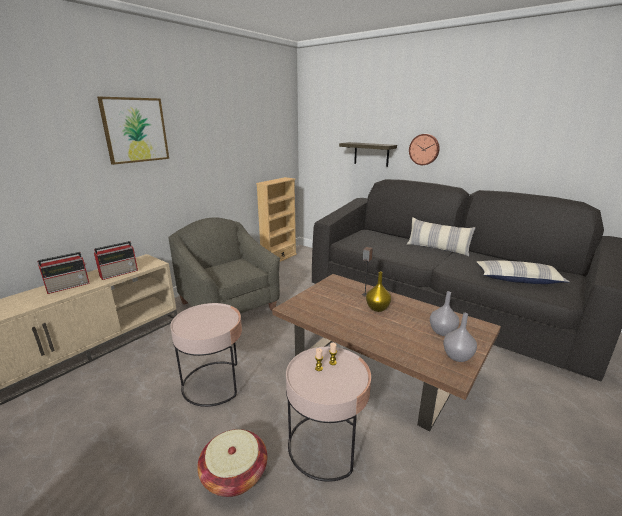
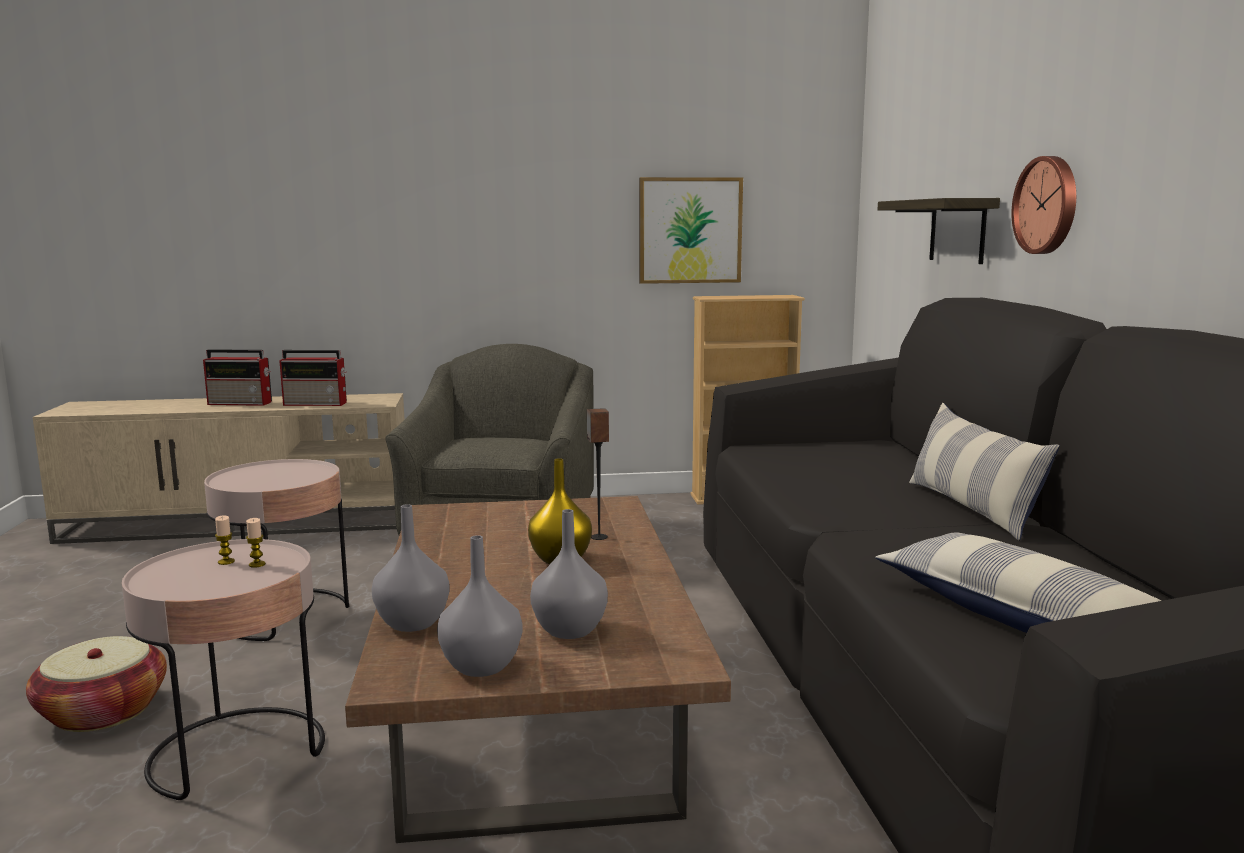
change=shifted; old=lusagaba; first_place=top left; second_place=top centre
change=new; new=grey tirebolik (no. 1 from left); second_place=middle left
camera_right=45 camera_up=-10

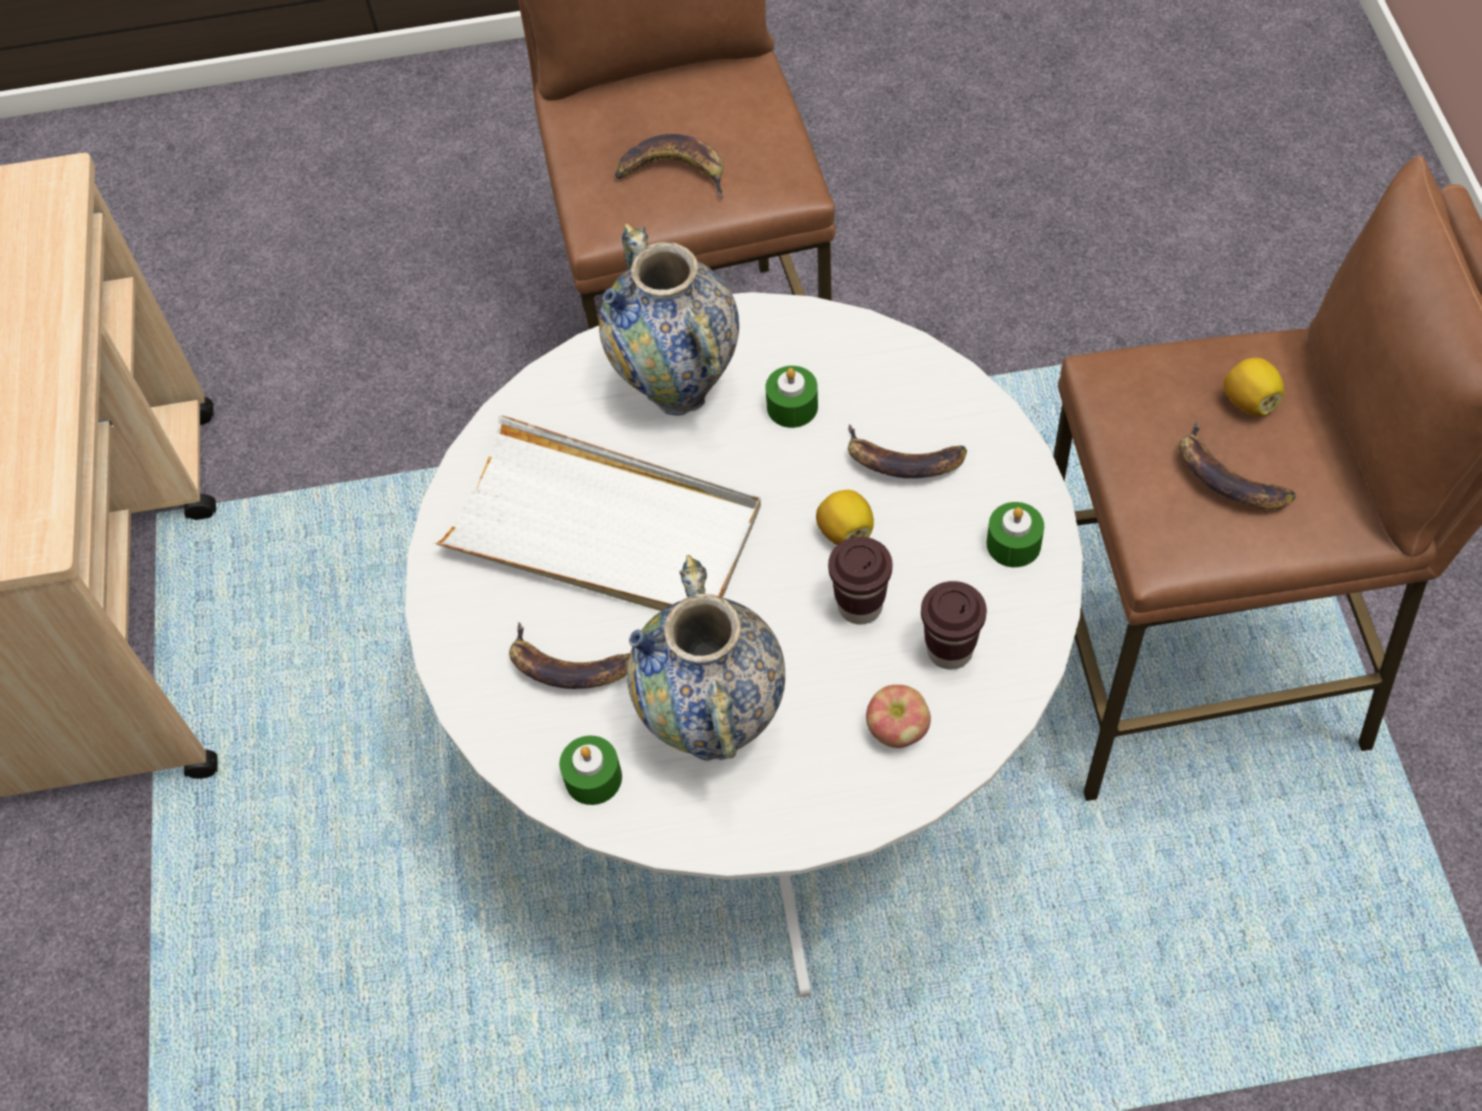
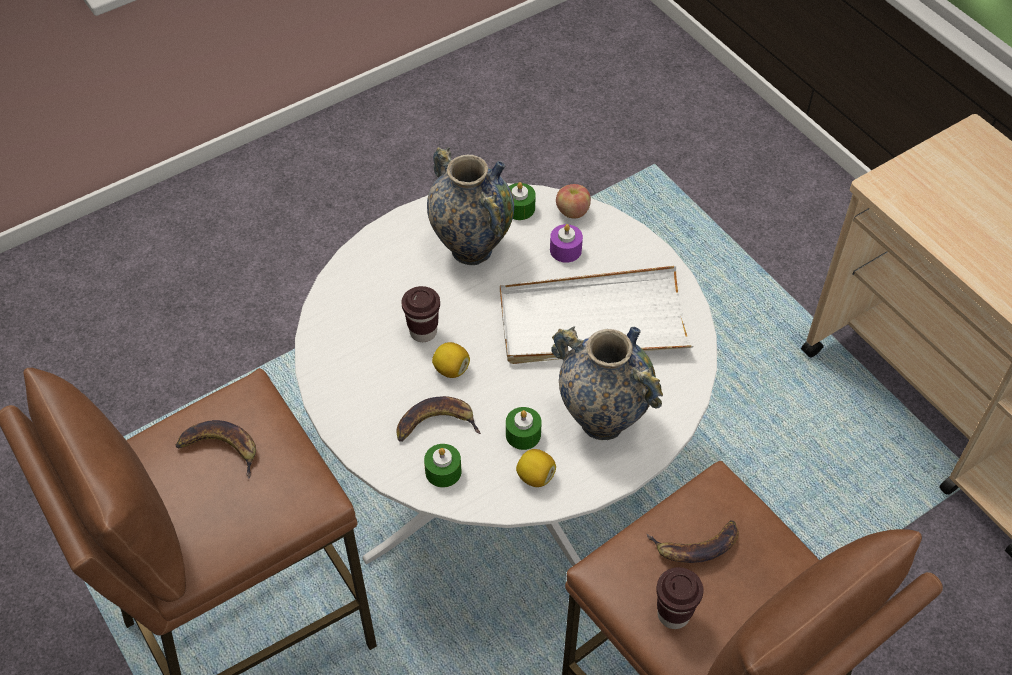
change=swapped; old=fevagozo (no. 1 from left); new=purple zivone; first_place=centre; second_place=centre
change=shifted; old=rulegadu; first_place=centre; second_place=top centre
change=shifted; old=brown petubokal (no. 2 from left); first_place=centre; second_place=bottom right
change=shifted; old=green zivone (no. 3 from left in the first image); new=green zivone (no. 1 from left); first_place=middle right; second_place=bottom centre
change=shifted; old=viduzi (no. 2 from left); first_place=middle right; second_place=bottom centre
camera_right=150 camera_up=-5

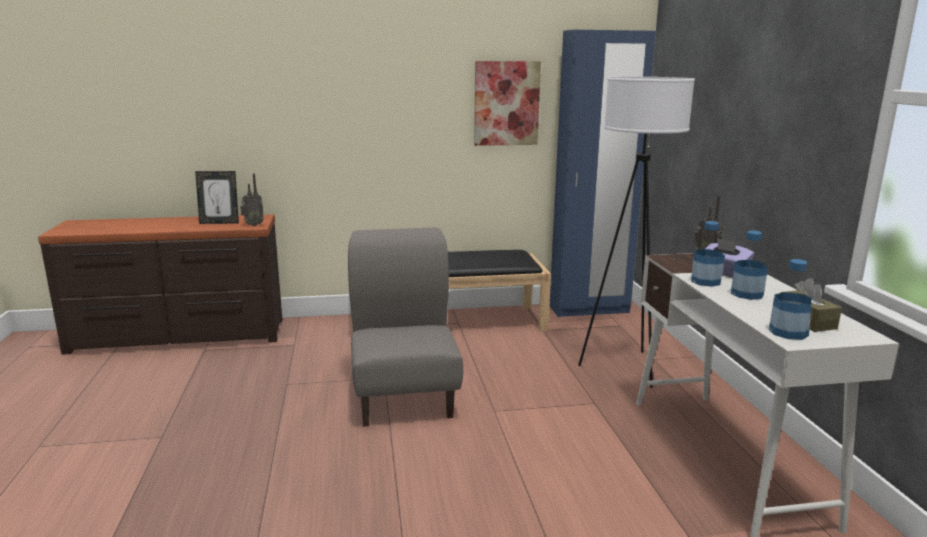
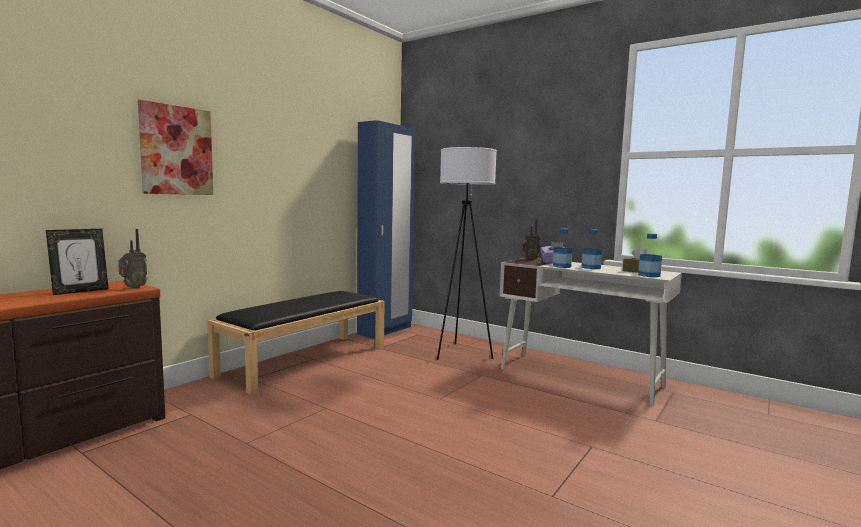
change=gone; old=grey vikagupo; first_place=centre
change=shifted; old=lusagaba; first_place=top centre; second_place=top left
camera_right=-45 camera_up=-10

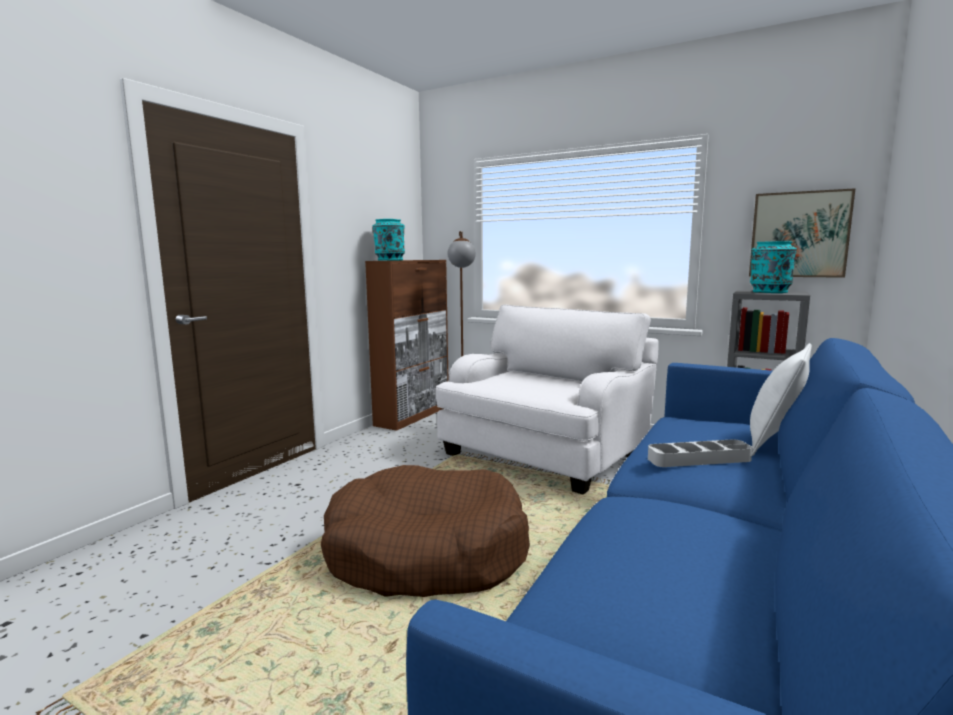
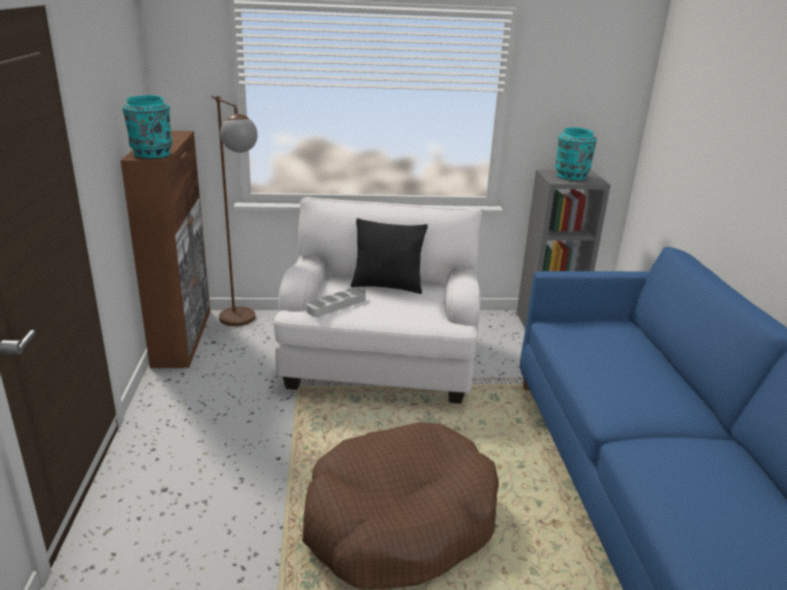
change=shifted; old=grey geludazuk; first_place=middle right; second_place=centre
change=gone; old=lusagaba; first_place=top right
change=gone; old=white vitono; first_place=middle right
change=new; new=black vitono; second_place=centre
camera_right=-35 camera_up=15

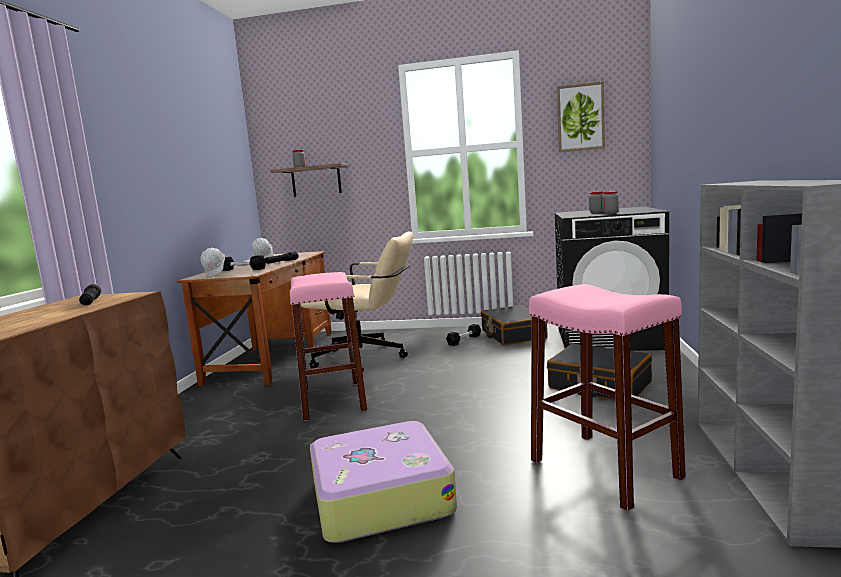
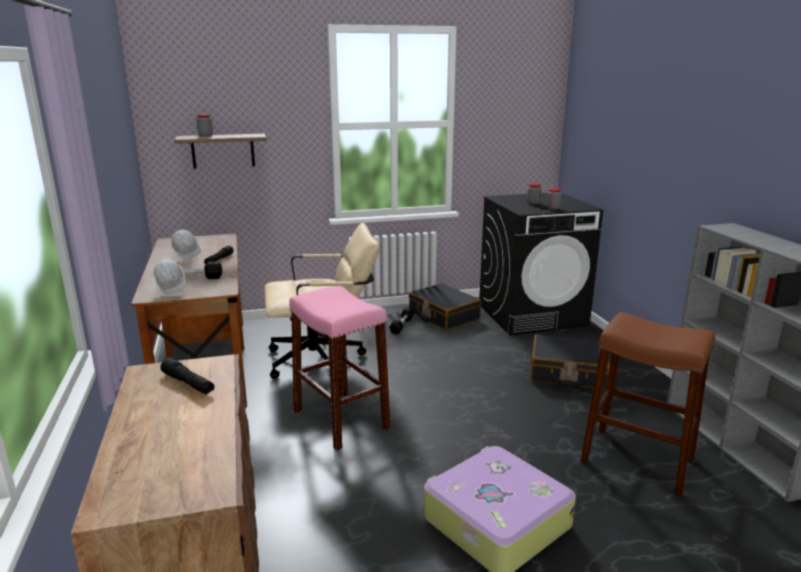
change=repainted; old=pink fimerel (no. 2 from left); new=brown fimerel; first_place=bottom right; second_place=bottom right
change=gone; old=lusagaba; first_place=top right
camera_right=-25 camera_up=10

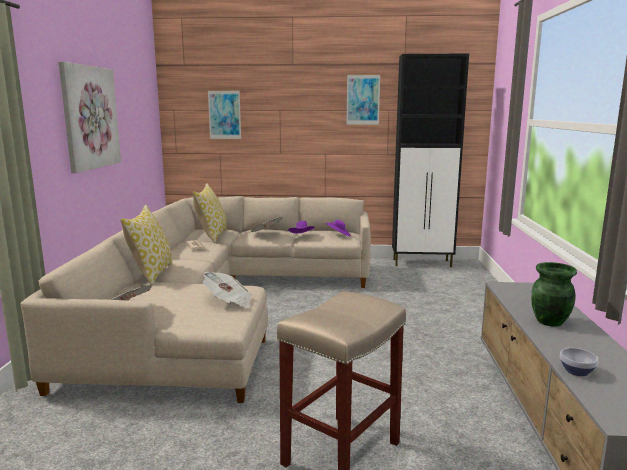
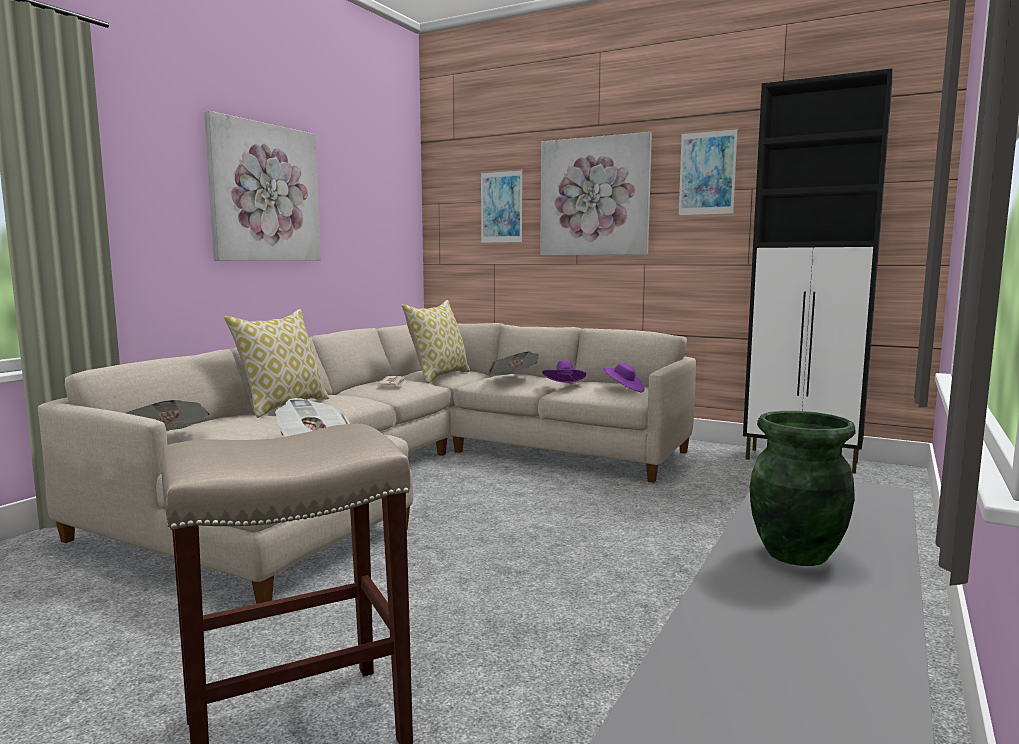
change=gone; old=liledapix; first_place=bottom right
change=new; new=lusagaba (no. 3 from left); second_place=top centre
camera_right=25 camera_up=-5

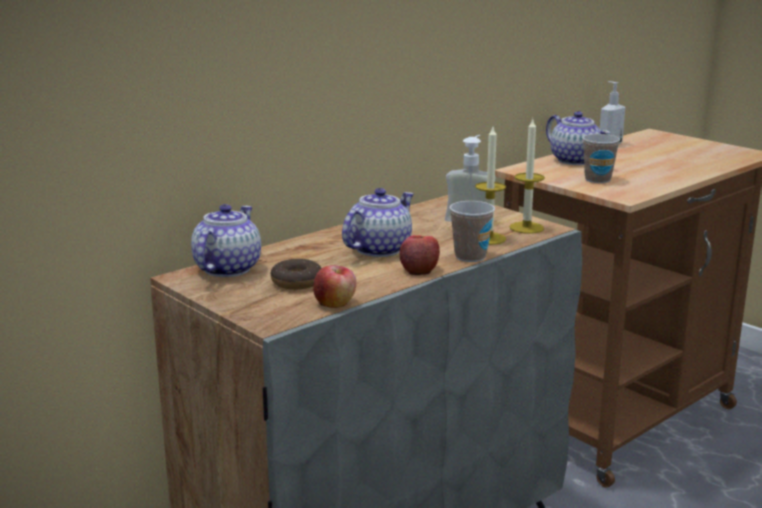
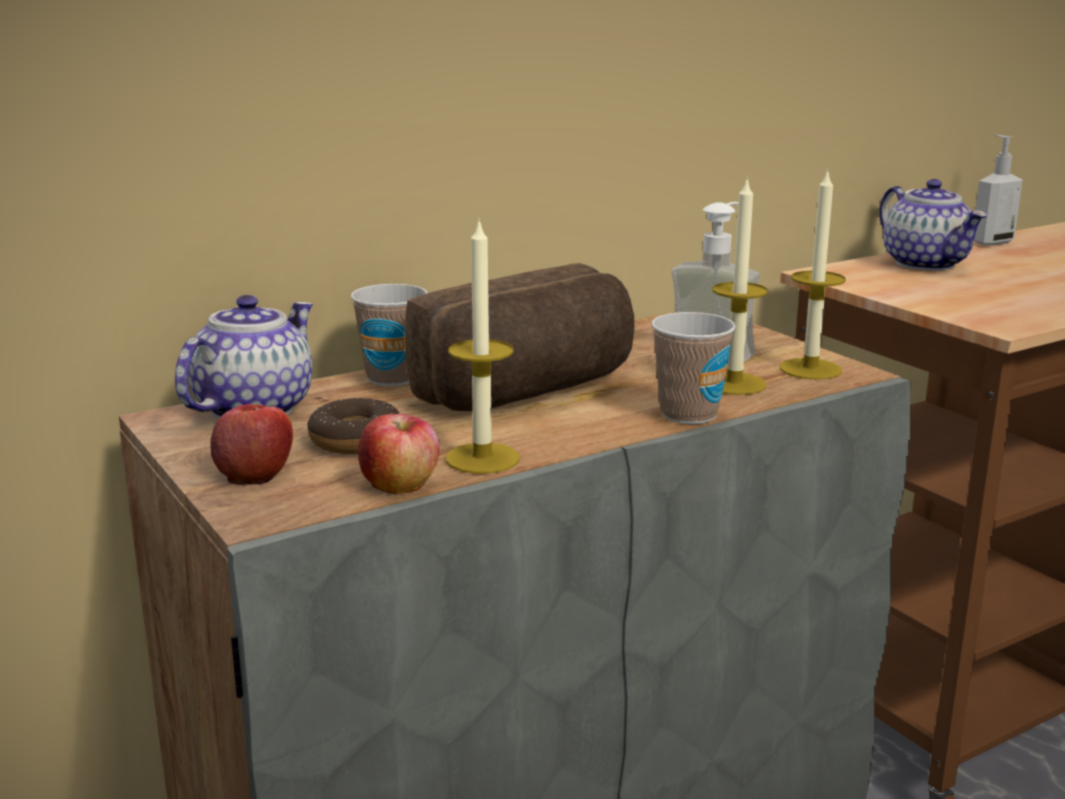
change=swapped; old=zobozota (no. 2 from left); new=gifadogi; first_place=centre; second_place=centre
change=shifted; old=rulegadu (no. 2 from left in the first image); new=rulegadu (no. 1 from left); first_place=centre; second_place=middle left
change=shifted; old=petubokal (no. 2 from left in the first image); new=petubokal (no. 1 from left); first_place=top right; second_place=centre
change=new; new=zivone (no. 1 from left); second_place=centre
camera_right=10 camera_up=0

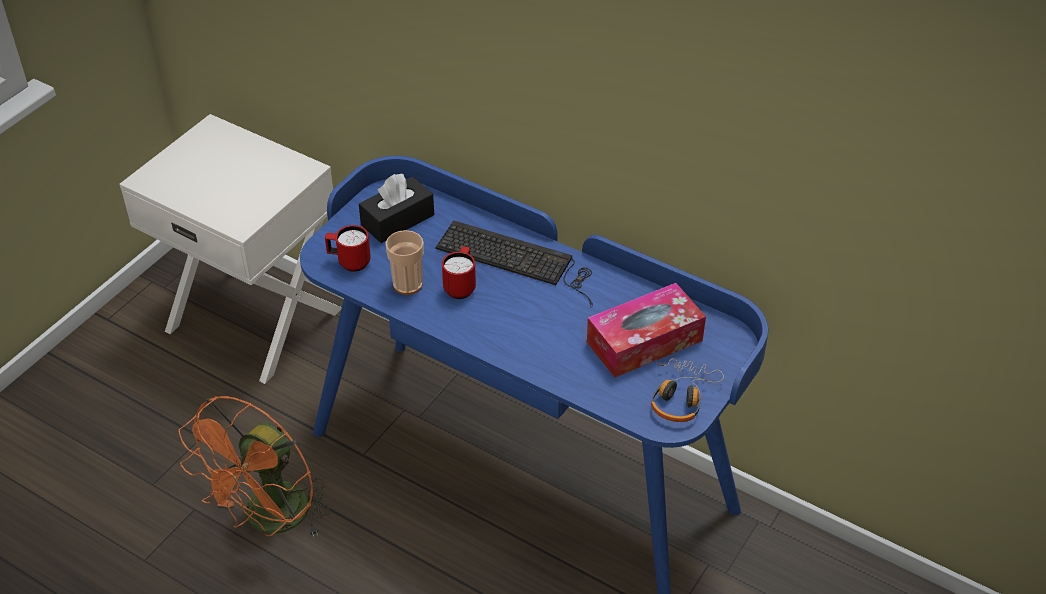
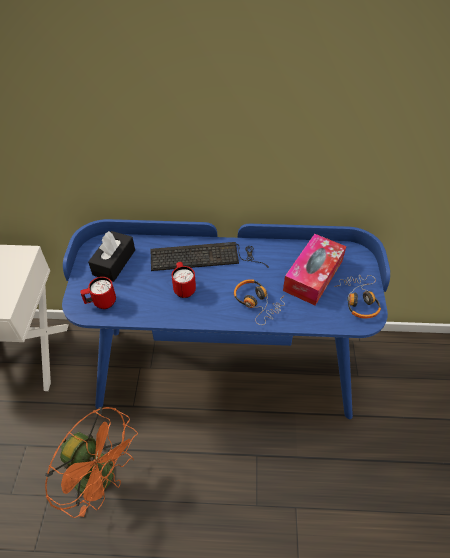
change=rotated; old=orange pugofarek; first_place=bottom left; second_place=bottom left; degrees=-60
change=gone; old=petubokal; first_place=centre
change=new; new=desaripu (no. 1 from left); second_place=centre
camera_right=-30 camera_up=5

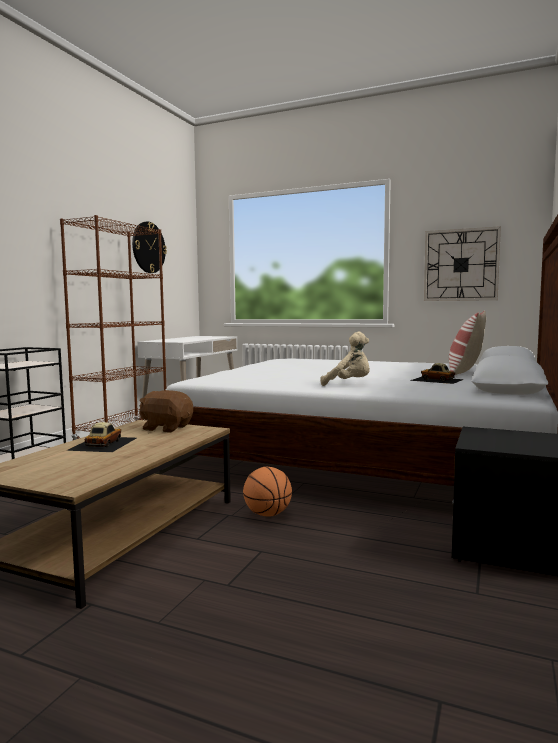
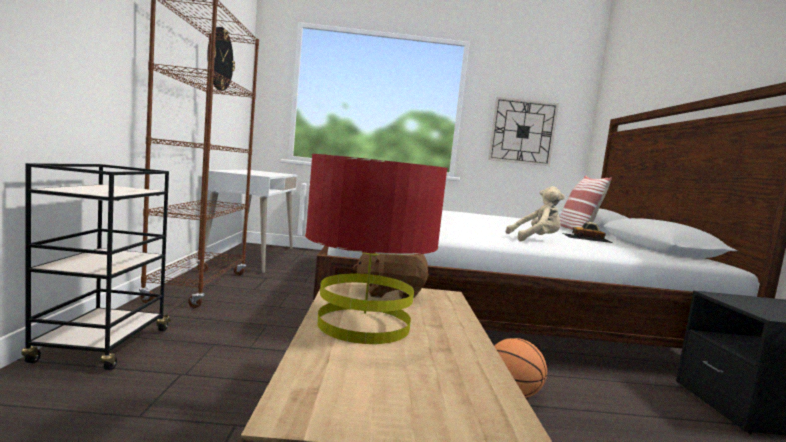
change=swapped; old=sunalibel (no. 1 from left); new=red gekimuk; first_place=middle left; second_place=centre
camera_right=-25 camera_up=0

